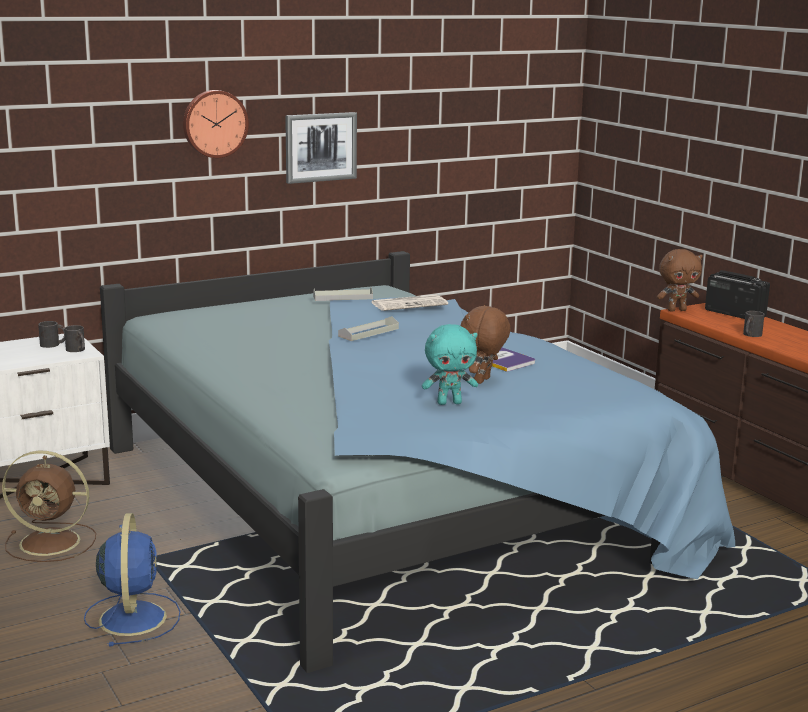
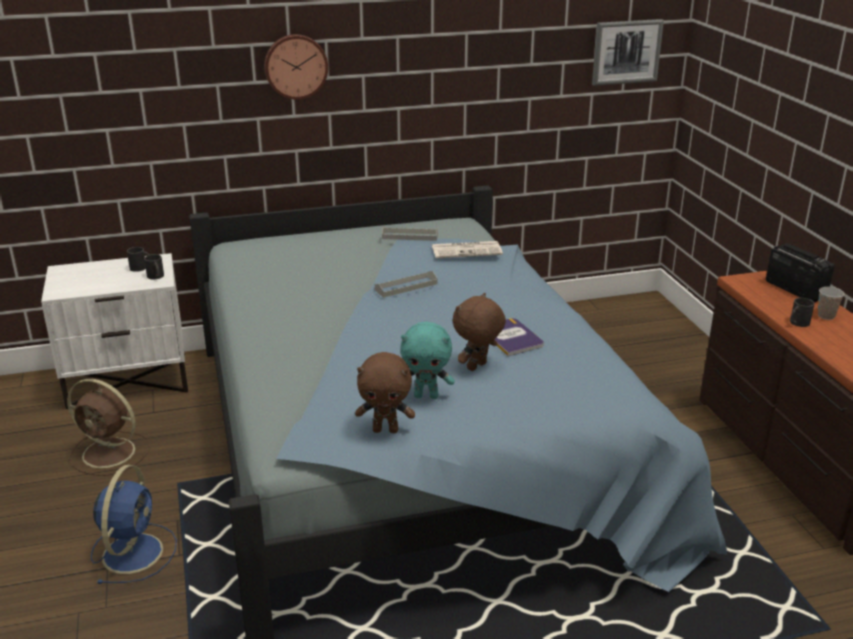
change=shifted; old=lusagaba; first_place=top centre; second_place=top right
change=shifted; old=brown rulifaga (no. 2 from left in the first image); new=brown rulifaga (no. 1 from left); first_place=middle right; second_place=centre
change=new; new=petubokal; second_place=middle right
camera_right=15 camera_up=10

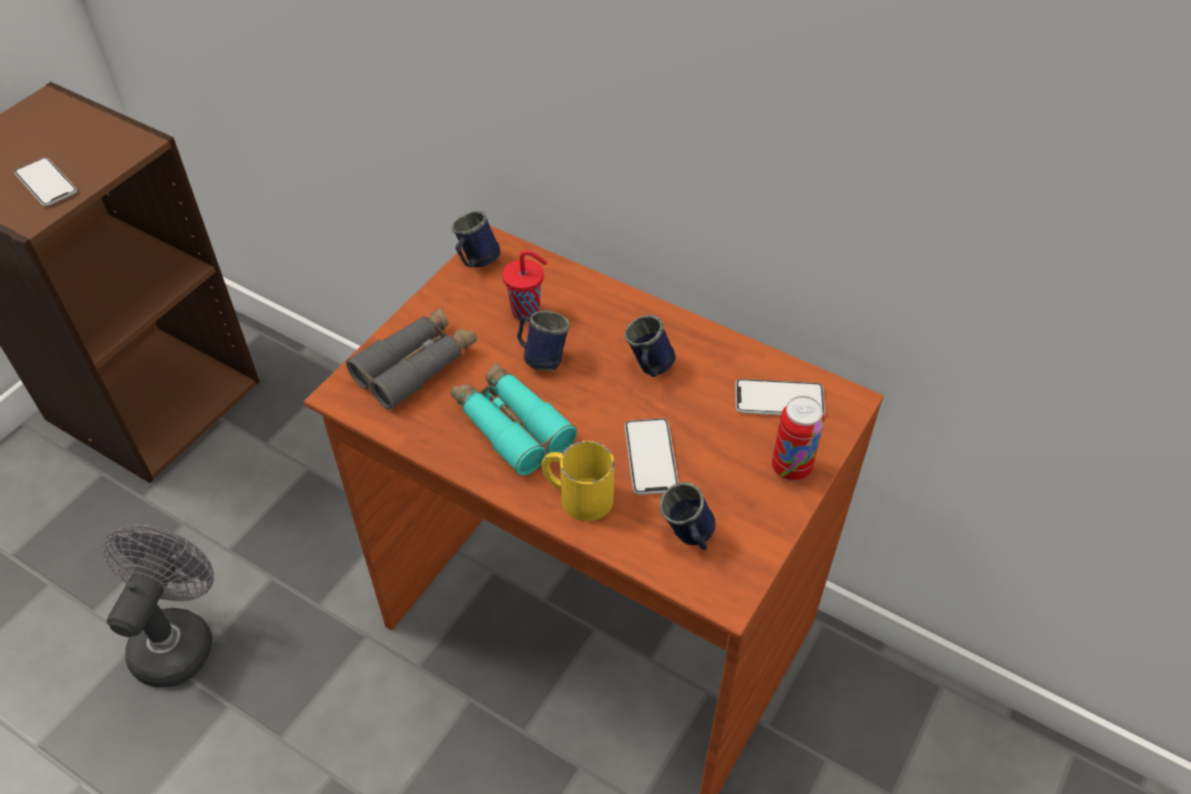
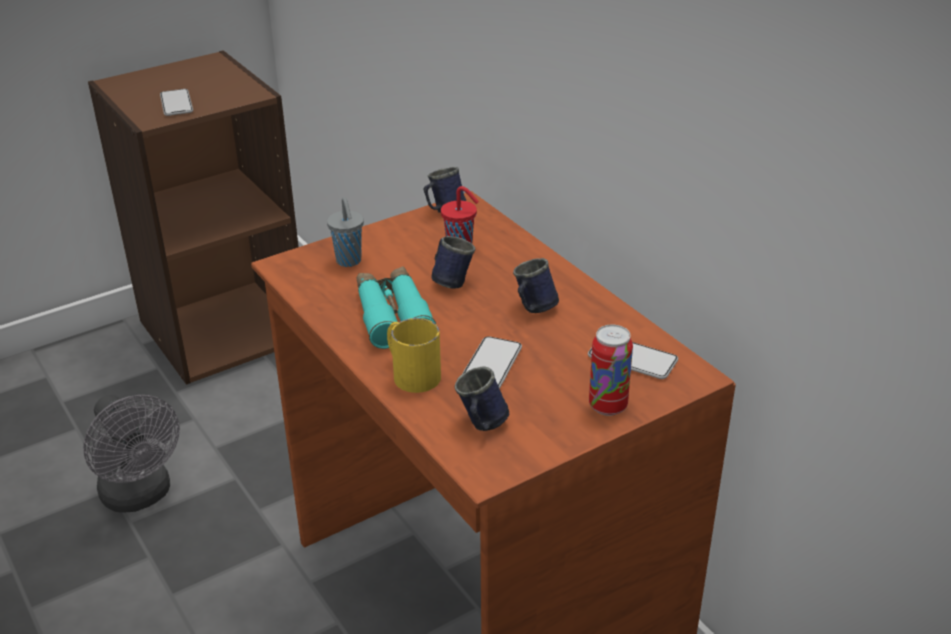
change=rotated; old=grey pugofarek; first_place=bottom left; second_place=bottom left; degrees=105
change=swapped; old=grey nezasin; new=grey petubokal; first_place=centre; second_place=centre
camera_right=25 camera_up=-15

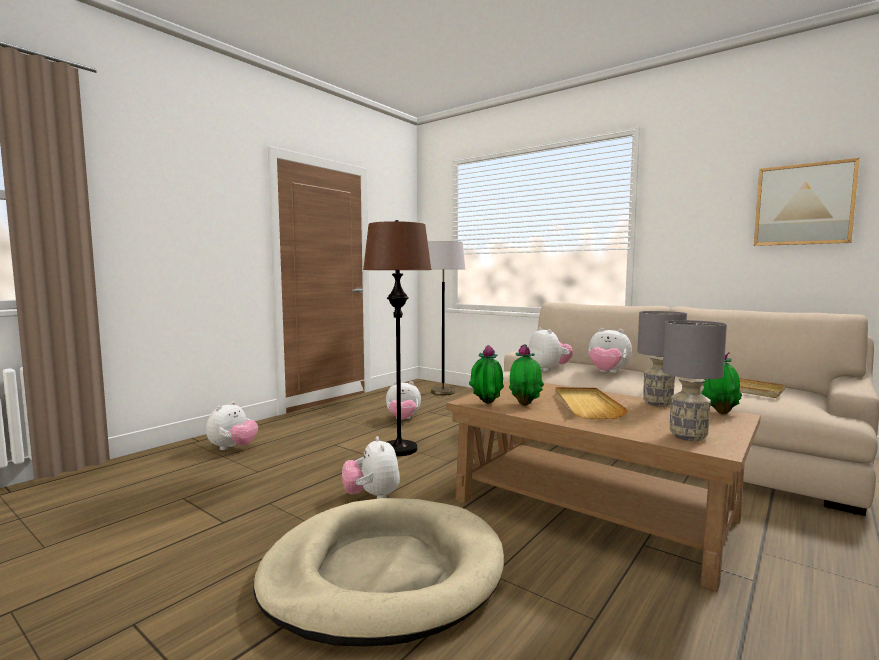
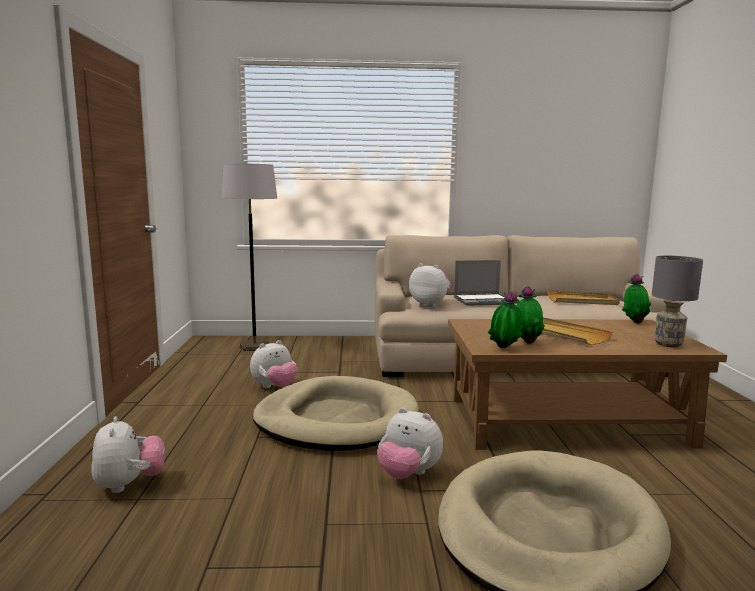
change=swapped; old=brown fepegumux; new=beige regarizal (no. 1 from left); first_place=centre; second_place=bottom centre
change=swapped; old=rulifaga (no. 5 from left); new=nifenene; first_place=middle right; second_place=centre
change=gone; old=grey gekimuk (no. 1 from left); first_place=middle right
change=gone; old=lusagaba; first_place=top right
camera_right=-40 camera_up=5

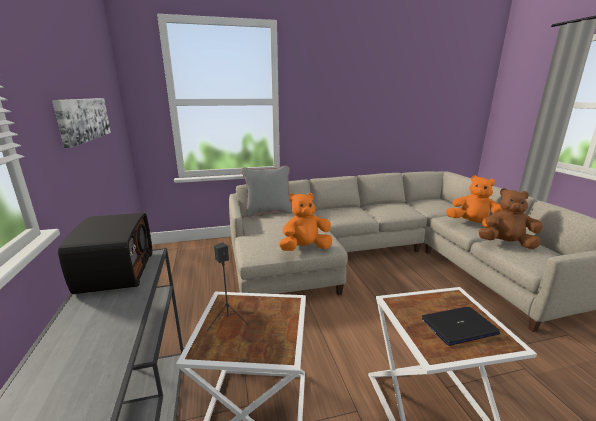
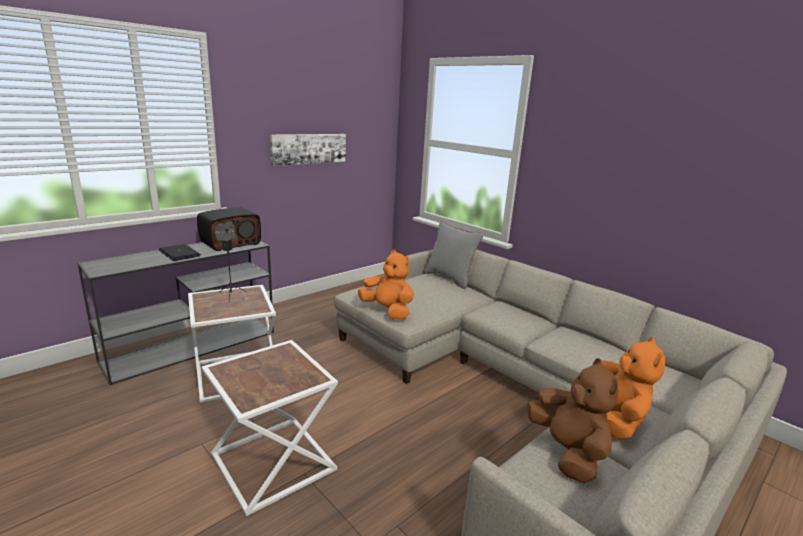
change=shifted; old=nifenene; first_place=bottom right; second_place=middle left
camera_right=60 camera_up=0

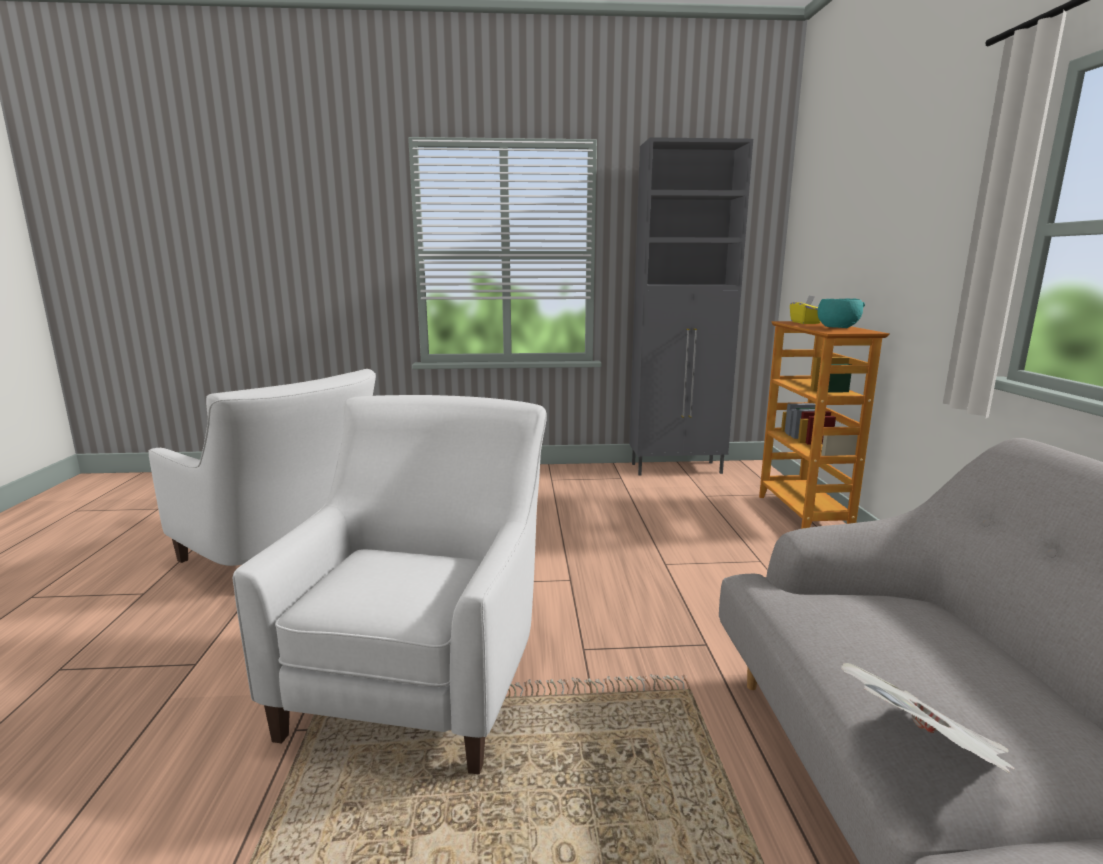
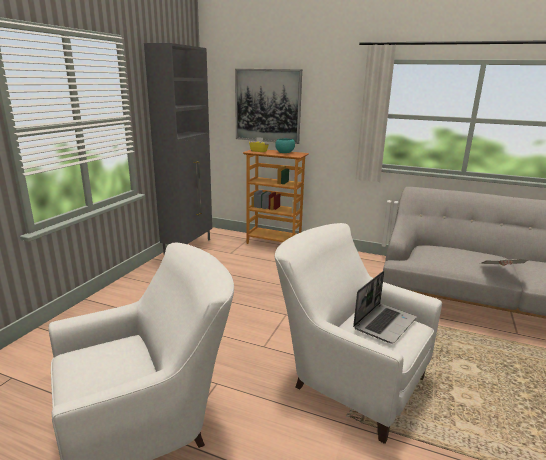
change=new; new=lusagaba; second_place=top centre
change=new; new=nifenene; second_place=bottom right
camera_right=-65 camera_up=5

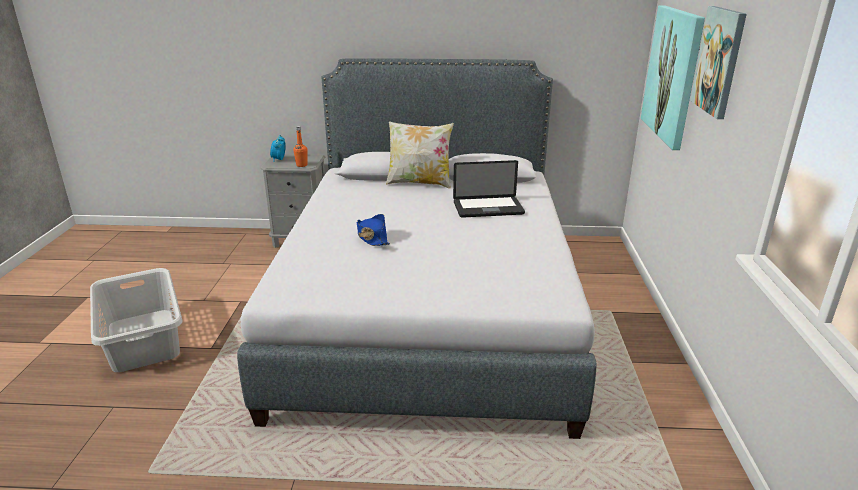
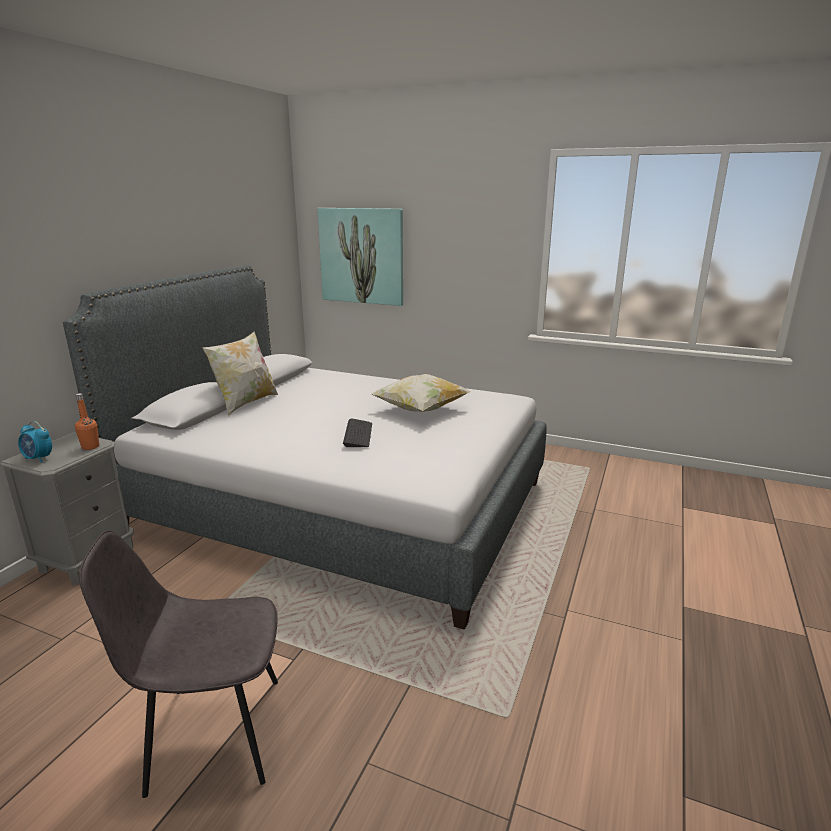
change=swapped; old=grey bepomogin; new=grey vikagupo; first_place=middle left; second_place=bottom left
change=swapped; old=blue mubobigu; new=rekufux; first_place=centre; second_place=centre
change=gone; old=nifenene; first_place=centre
change=gone; old=lusagaba (no. 2 from left); first_place=top right
change=new; new=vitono (no. 2 from left); second_place=centre
camera_right=-70 camera_up=-5

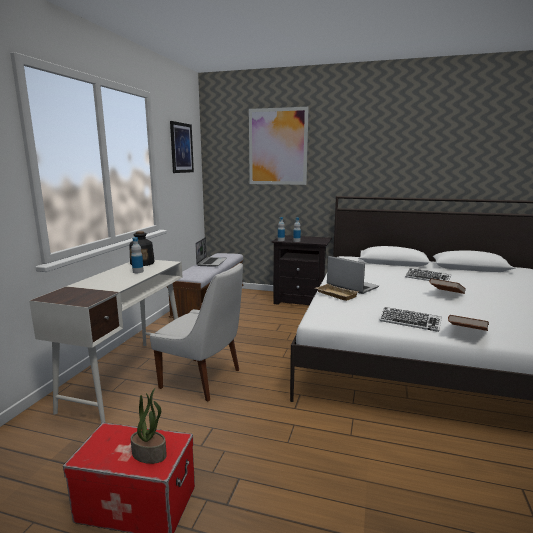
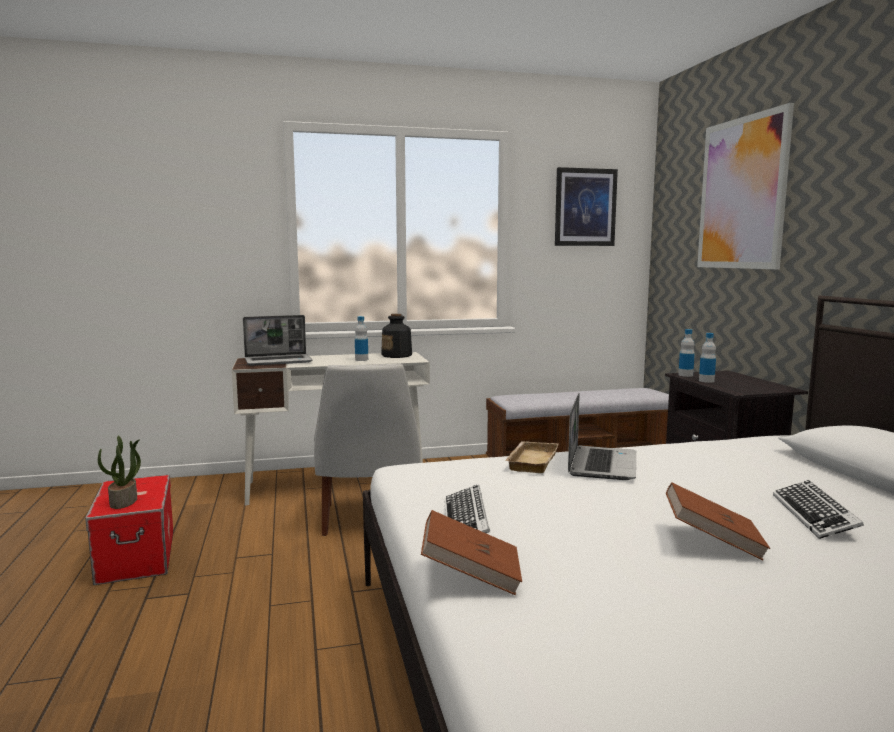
change=shifted; old=nifenene (no. 1 from left); first_place=centre; second_place=middle left
camera_right=60 camera_up=-5

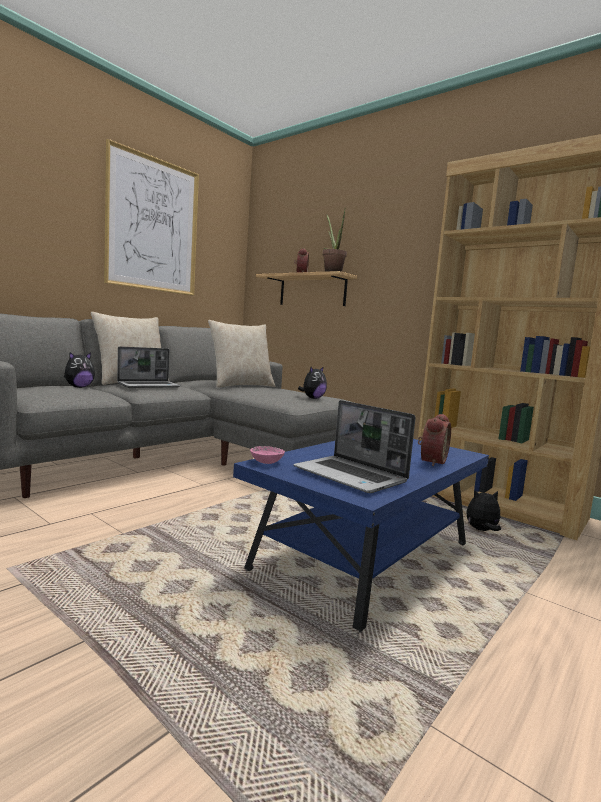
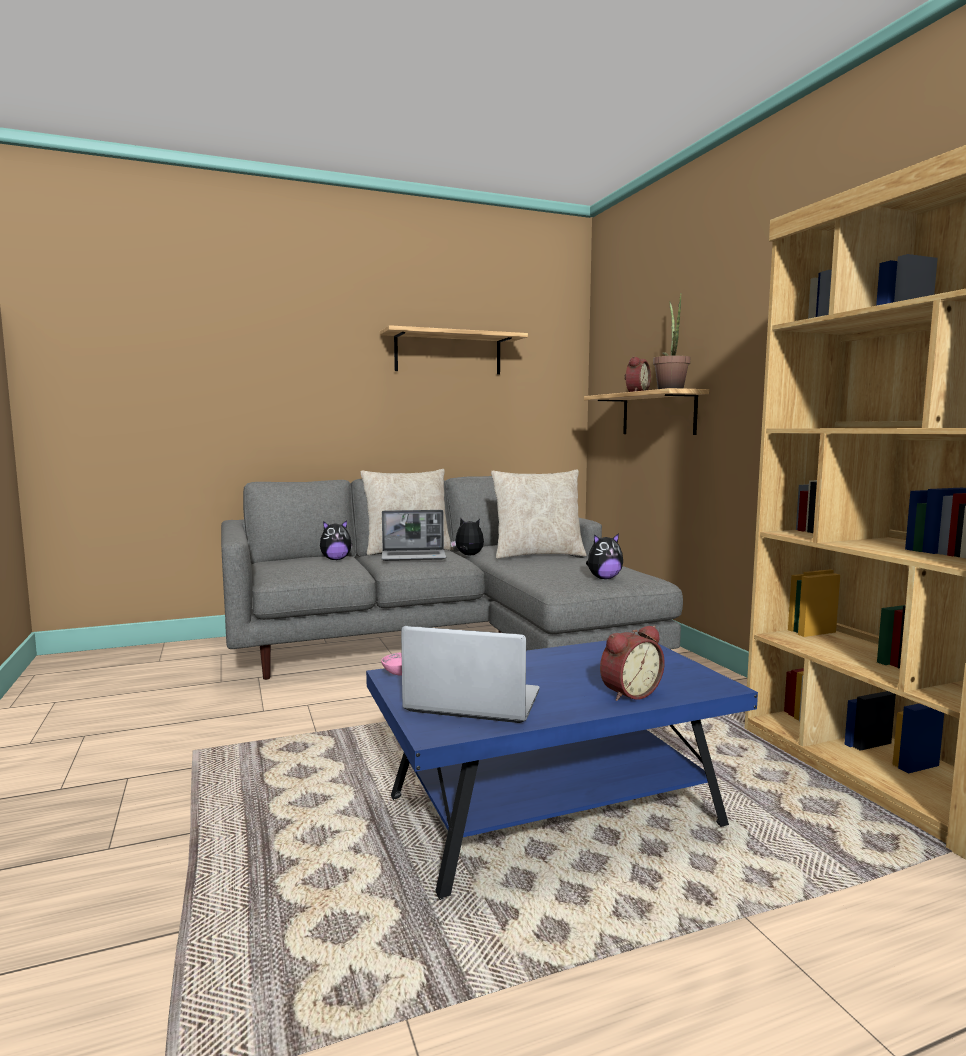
change=swapped; old=lusagaba; new=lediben (no. 1 from left); first_place=top left; second_place=top centre
change=rotated; old=nifenene (no. 2 from left); first_place=centre; second_place=centre; degrees=120
change=shifted; old=rulifaga (no. 3 from left in the first image); new=rulifaga (no. 2 from left); first_place=middle right; second_place=centre
camera_right=30 camera_up=0

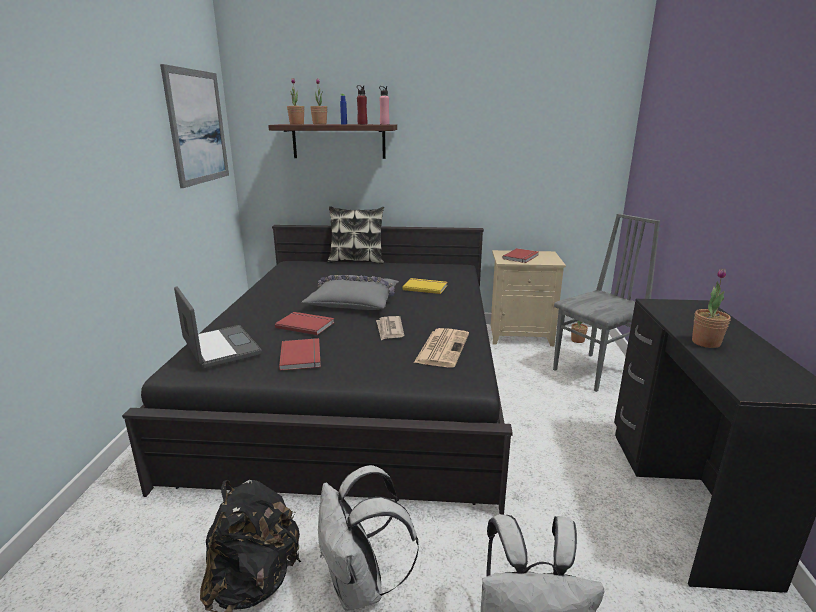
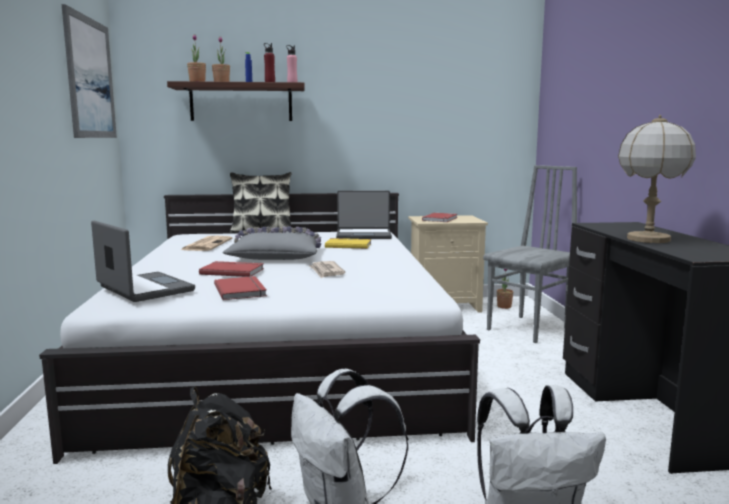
change=repainted; old=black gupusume; new=white gupusume; first_place=centre; second_place=centre
change=shifted; old=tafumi (no. 2 from left in the first image); new=tafumi (no. 1 from left); first_place=centre; second_place=middle left
change=swapped; old=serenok (no. 4 from left); new=gekimuk; first_place=middle right; second_place=middle right
change=new; new=nifenene (no. 2 from left); second_place=centre
camera_right=-10 camera_up=-10

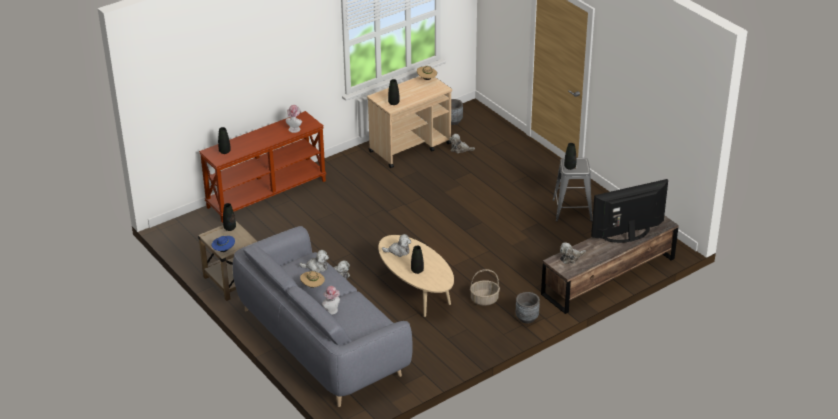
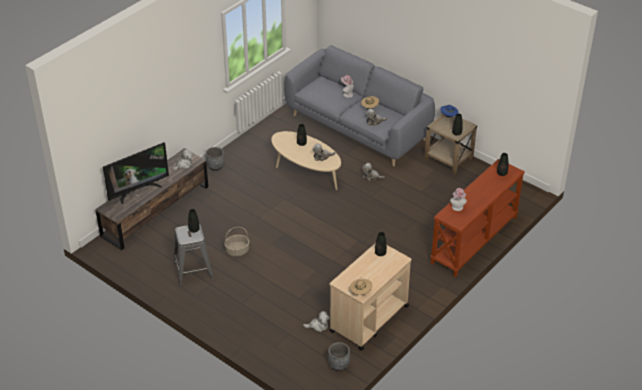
change=shifted; old=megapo; first_place=bottom centre; second_place=centre
camera_right=165 camera_up=5

